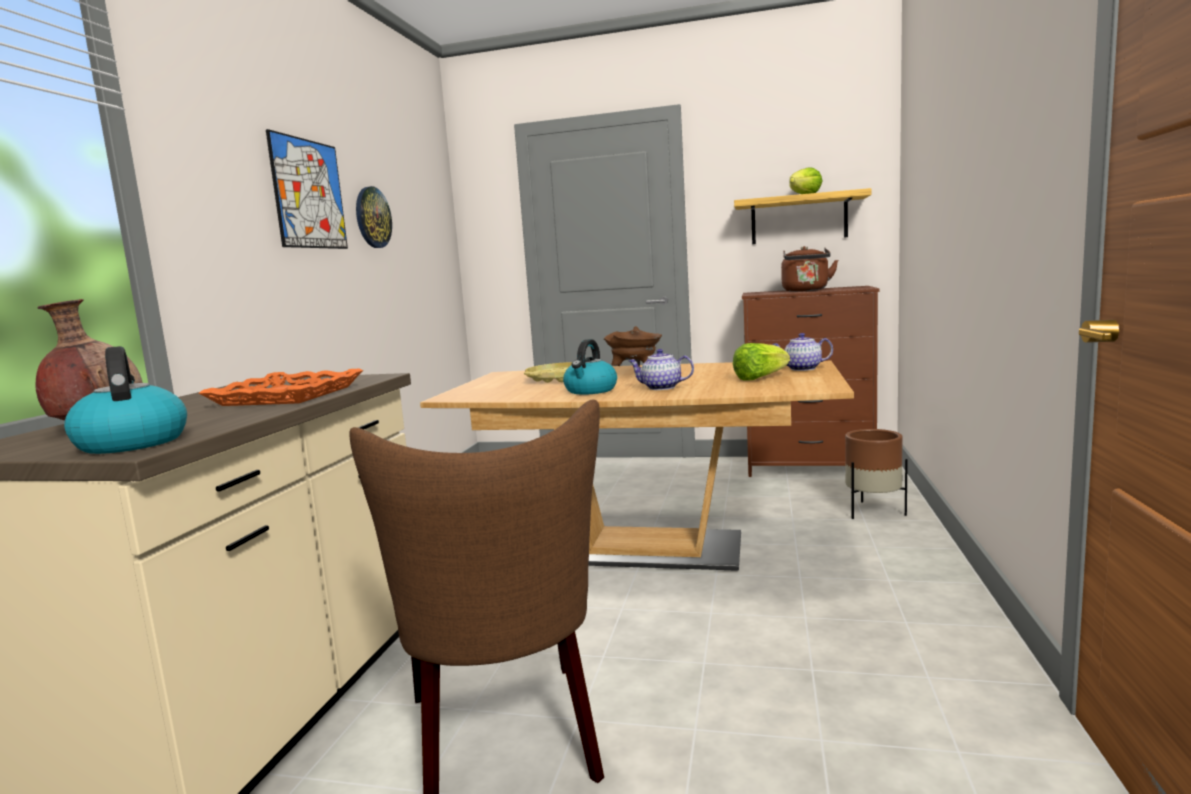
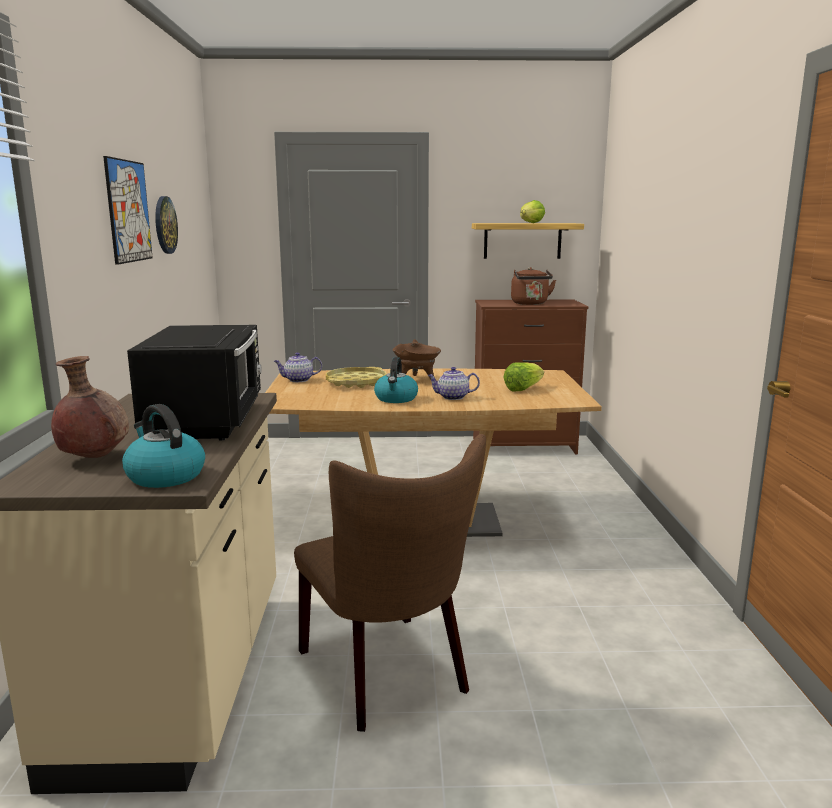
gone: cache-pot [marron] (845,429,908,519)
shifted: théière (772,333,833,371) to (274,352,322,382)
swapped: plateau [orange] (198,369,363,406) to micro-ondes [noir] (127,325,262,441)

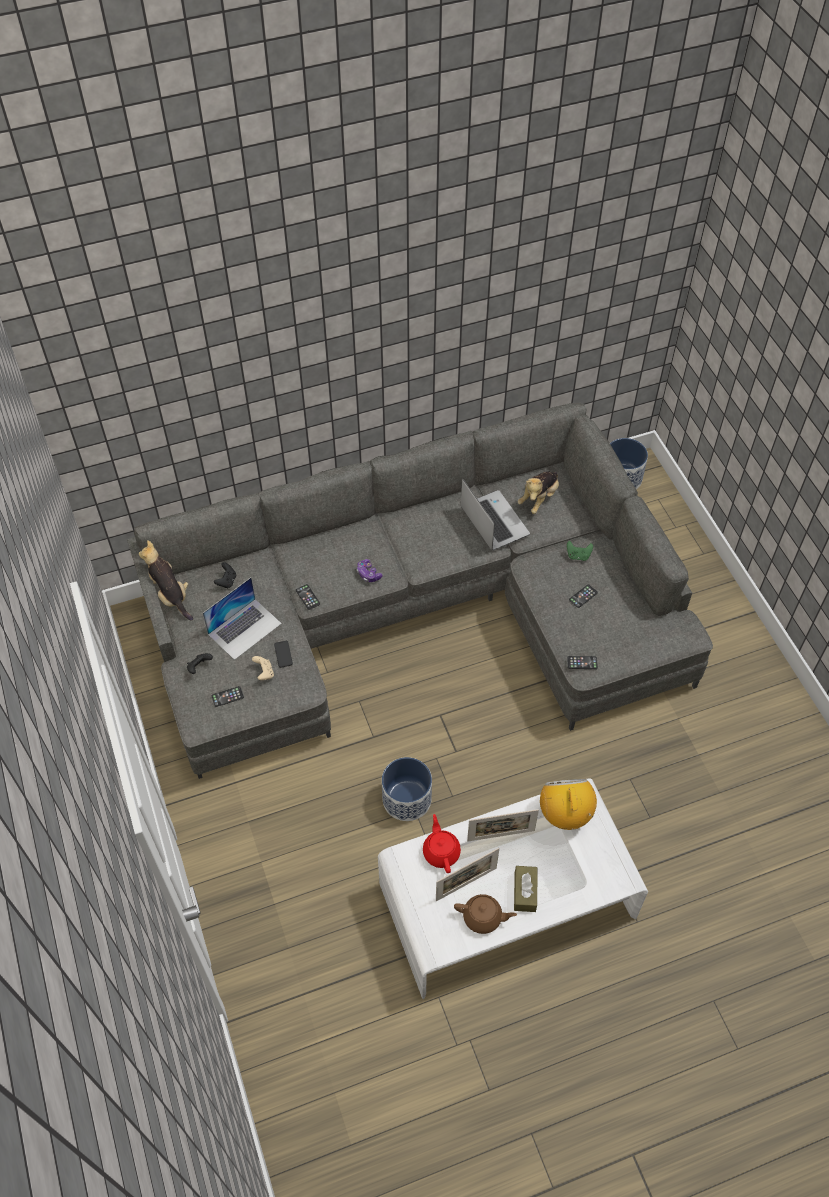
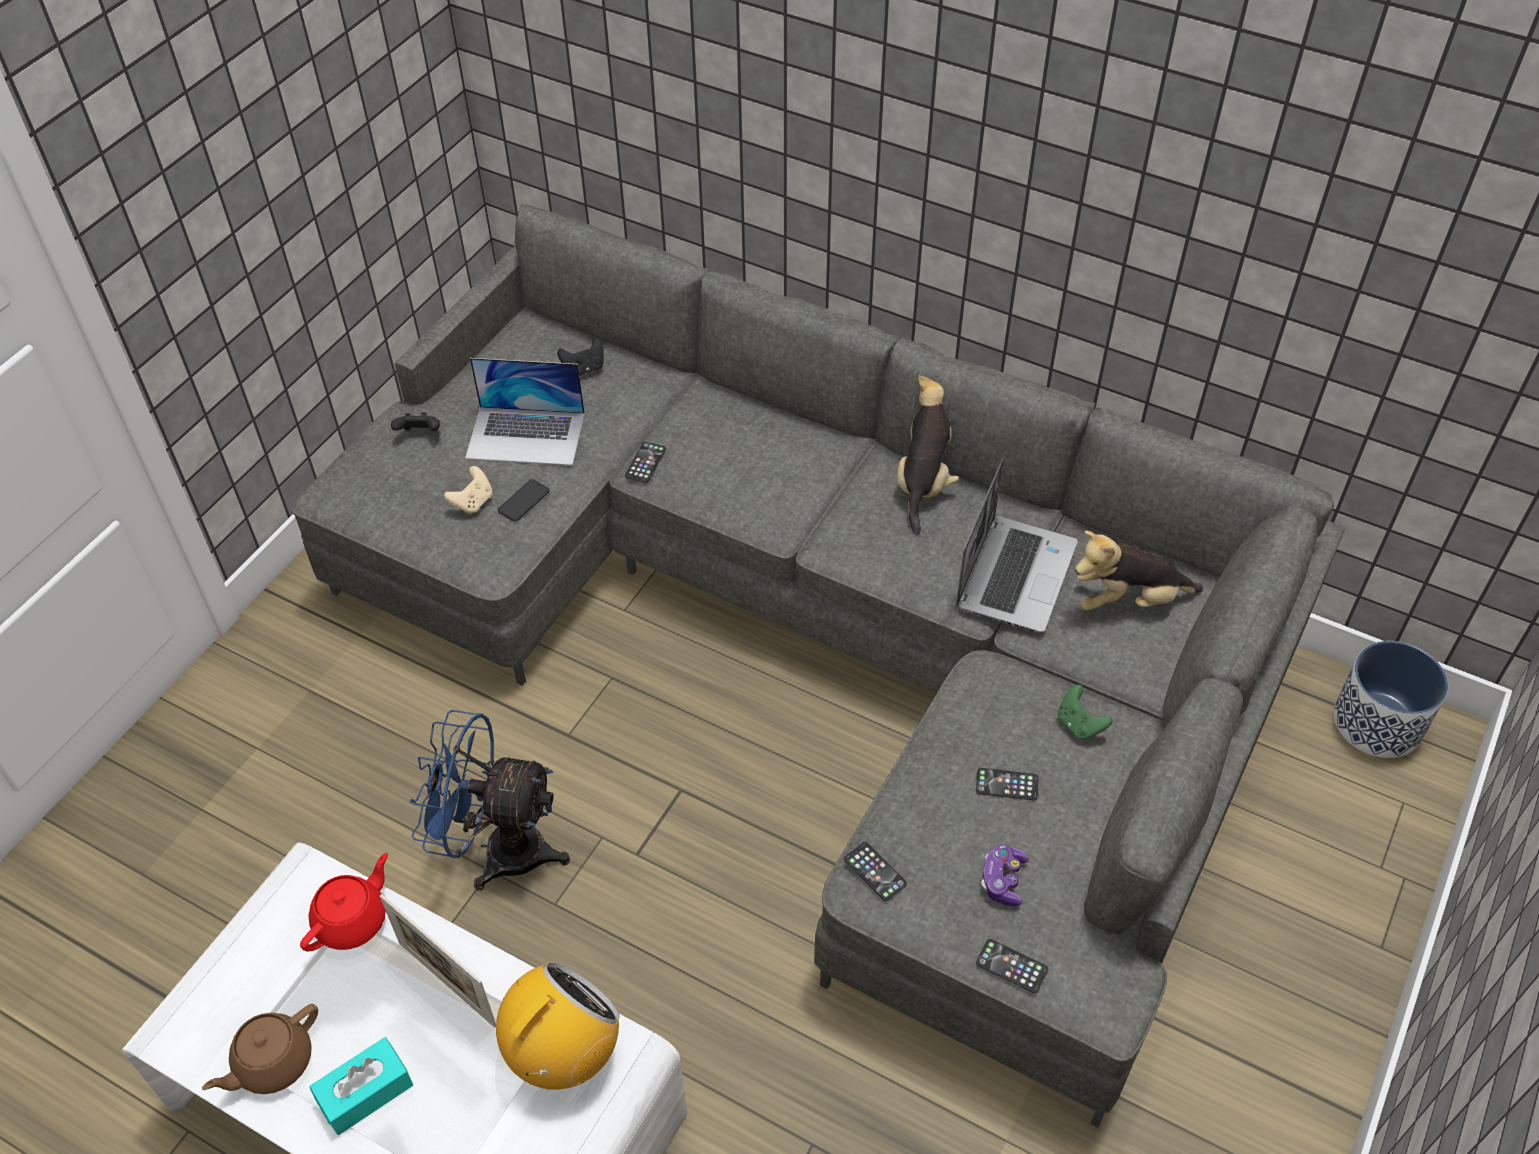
gone: cadre photo (436,848,499,901)
shifted: peluche (139,540,193,621) to (897,375,959,535); manette (357,559,383,582) to (981,844,1029,907); téléphone (211,686,244,707) to (976,939,1048,993)
swapped: cache-pot (382,757,432,821) to ventilateur [bleu] (409,710,570,891)
repainted: boîte à mouchoirs [marron] (514,866,537,912) to boîte à mouchoirs [turquoise] (310,1037,413,1135)
rotated: théière [marron] (454,894,517,934) = (202,1004,318,1094) 75 degrees clockwise

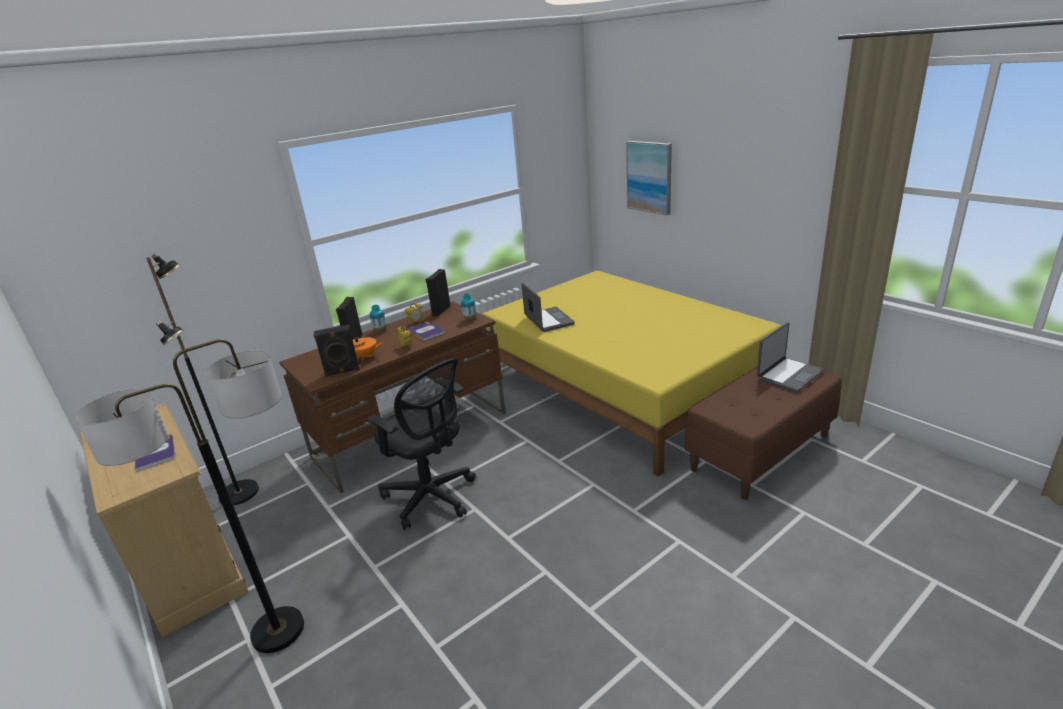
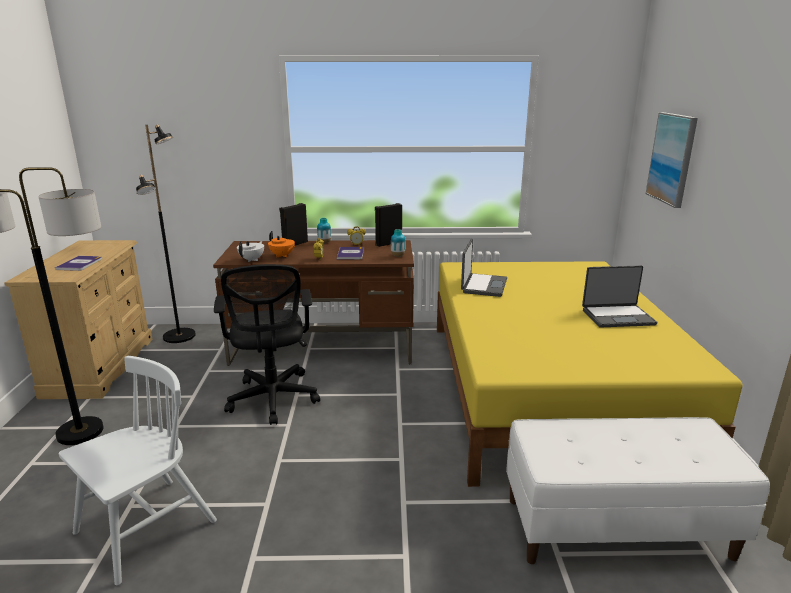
new: chaise [blanc] (59,356,217,585)
shifted: ordinateur portable (757,322,824,393) to (582,265,657,327)
swapped: enceinte [noir] (313,324,360,377) to théière [blanc] (237,241,264,262)
repainted: banc [marron] (685,367,842,500) to banc [blanc] (506,417,770,564)

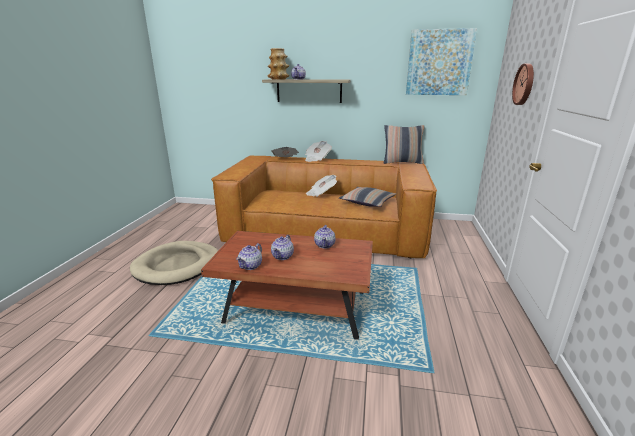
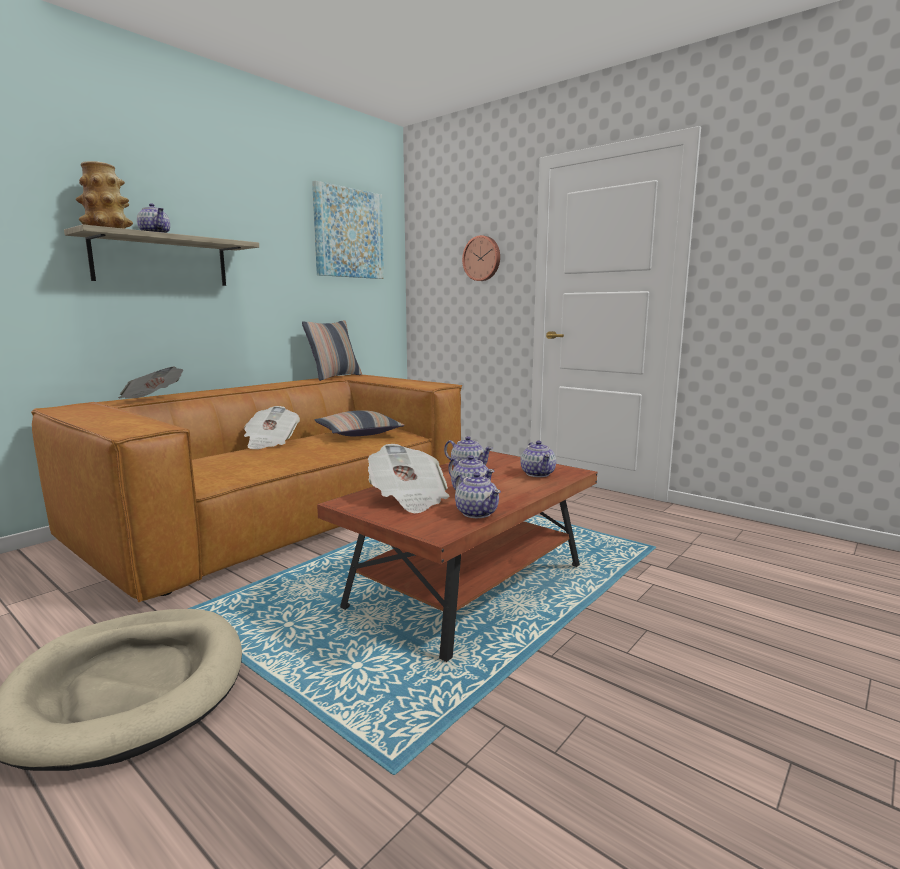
new: théière (520,441,556,477)
shifted: journal (305,141,332,162) to (368,444,450,514)

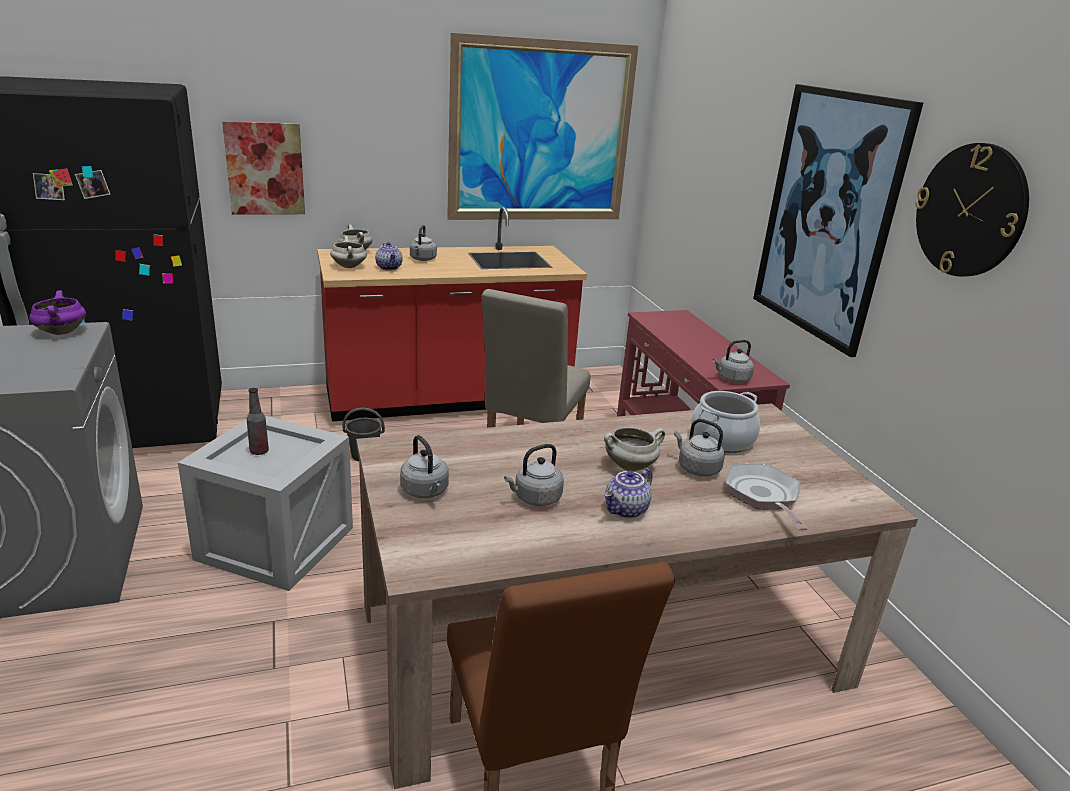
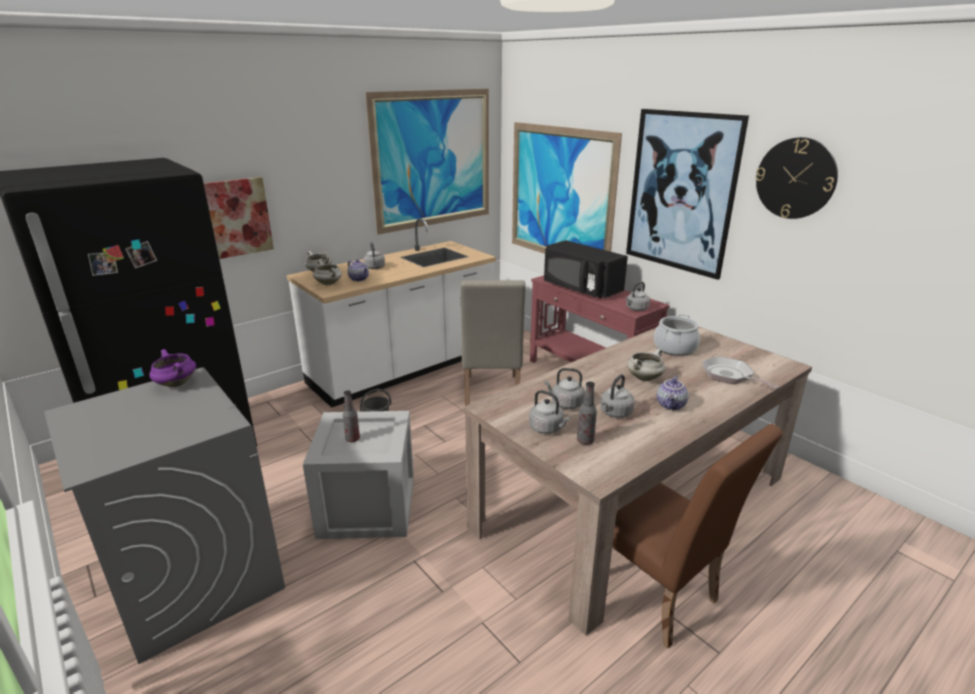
new: tableau (512,122,622,254); micro-ondes [noir] (544,240,628,298); bouteille (577,382,597,445)
shifted: bouilloire [gris] (674,419,725,477) to (544,368,585,409)
repainted: comptoir de cuisine [rouge] (317,207,587,422) to comptoir de cuisine [blanc] (287,218,496,408)

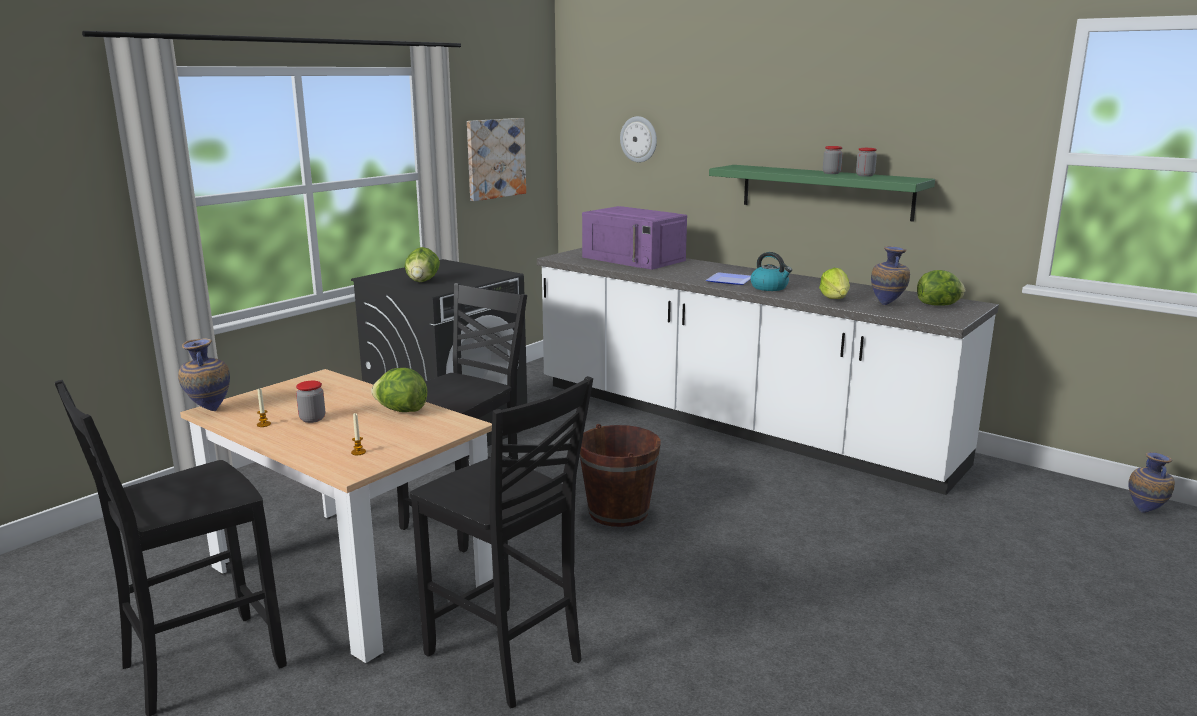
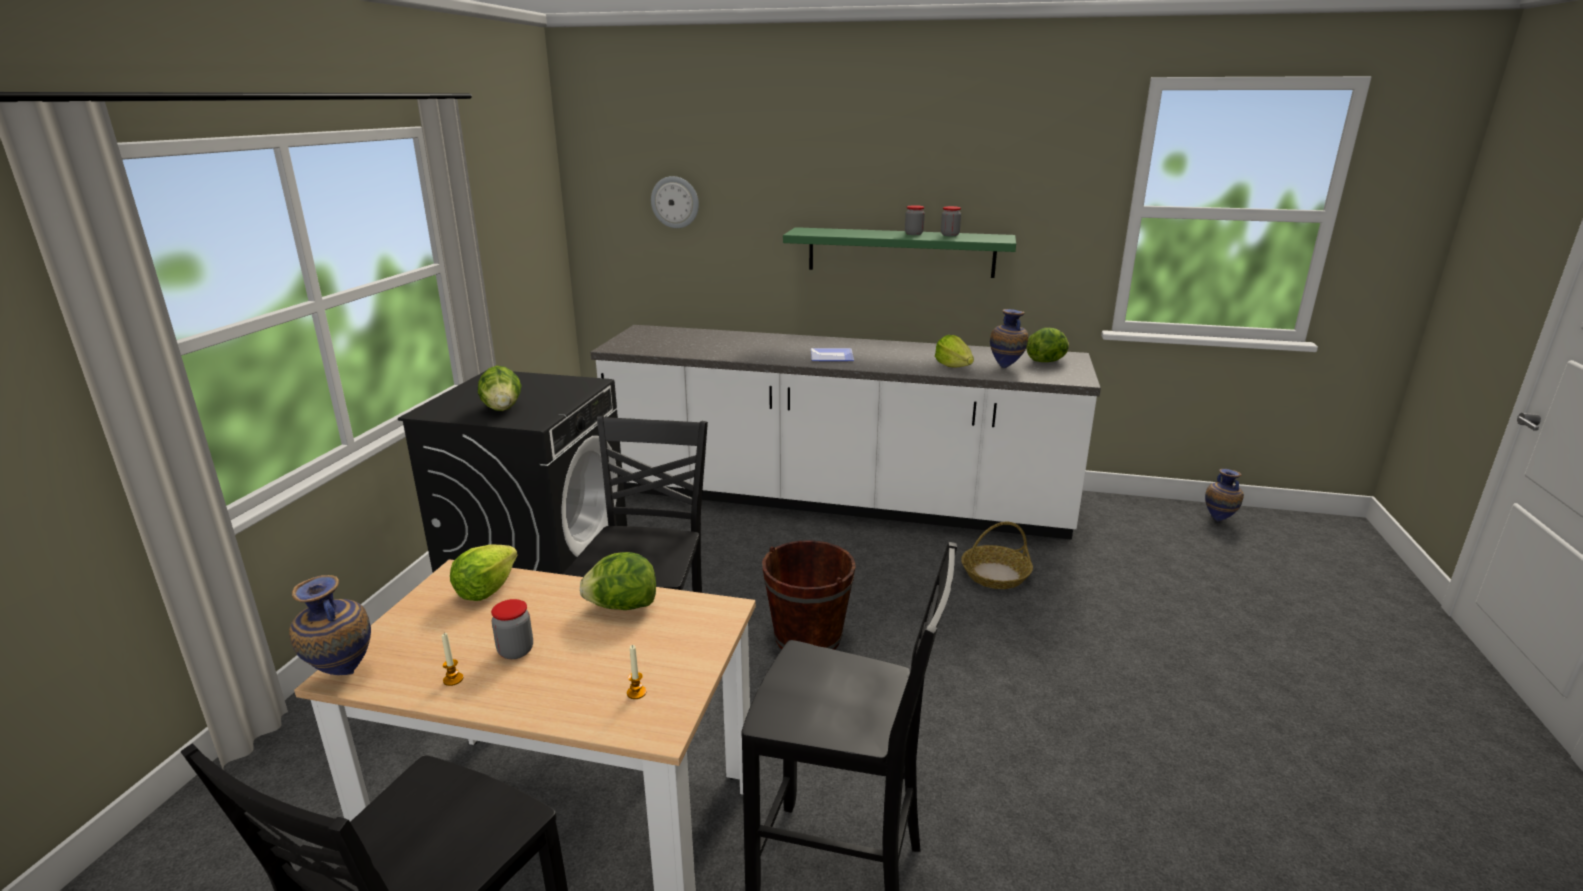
gone: tableau (467,118,526,201); micro-ondes [violet] (582,206,687,270); bouilloire (751,252,792,291)
new: panier (961,522,1033,589); laitue (450,544,517,601)

